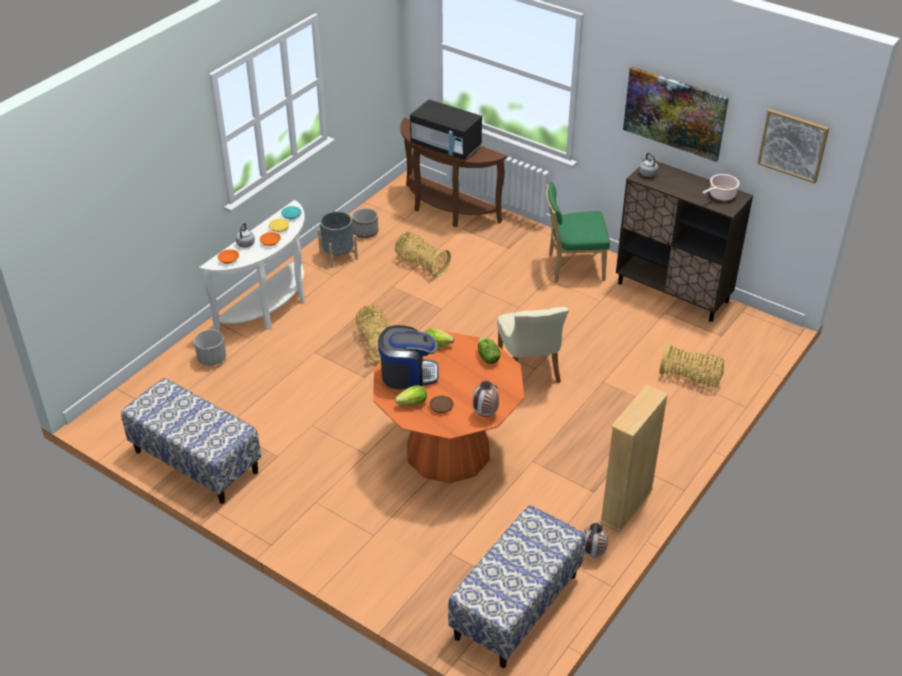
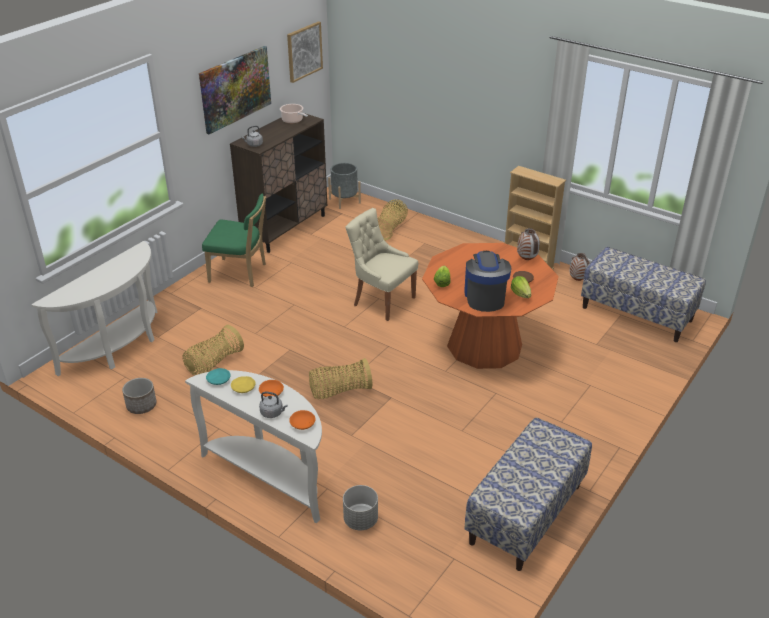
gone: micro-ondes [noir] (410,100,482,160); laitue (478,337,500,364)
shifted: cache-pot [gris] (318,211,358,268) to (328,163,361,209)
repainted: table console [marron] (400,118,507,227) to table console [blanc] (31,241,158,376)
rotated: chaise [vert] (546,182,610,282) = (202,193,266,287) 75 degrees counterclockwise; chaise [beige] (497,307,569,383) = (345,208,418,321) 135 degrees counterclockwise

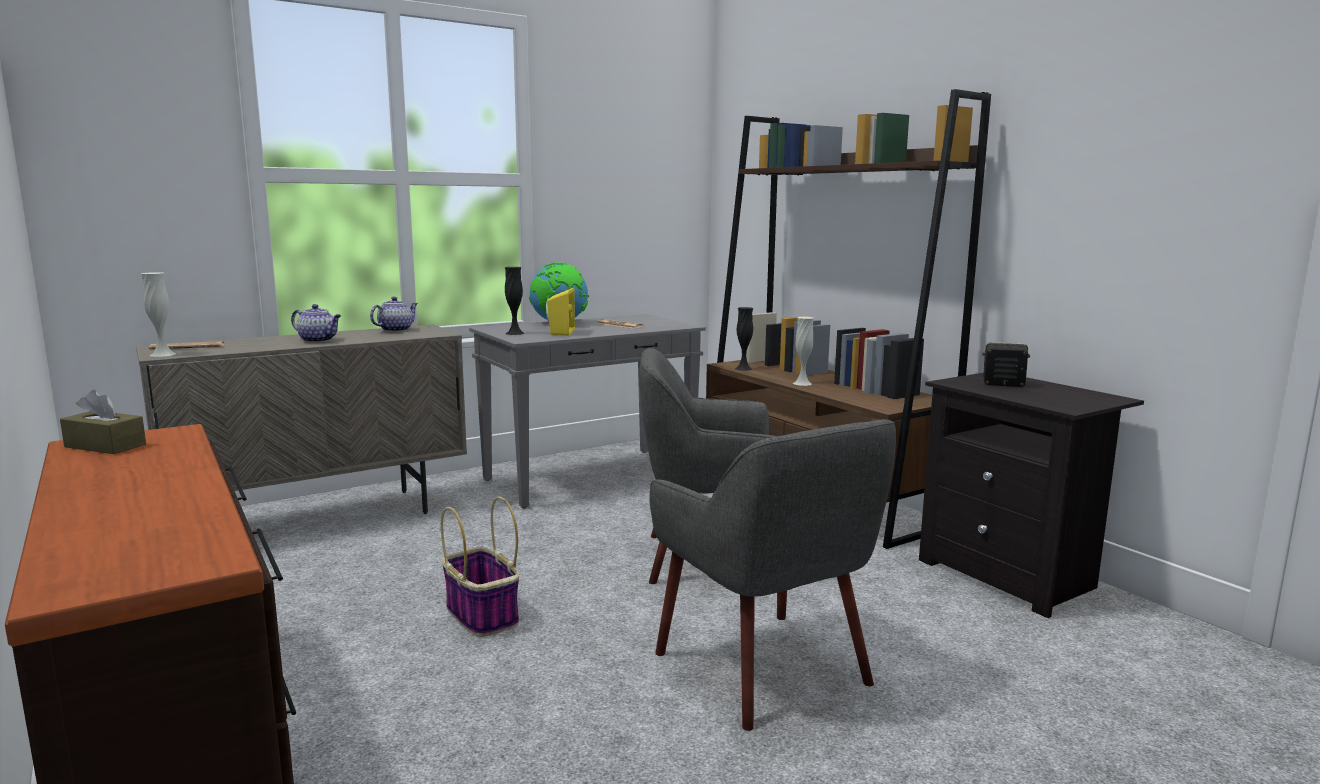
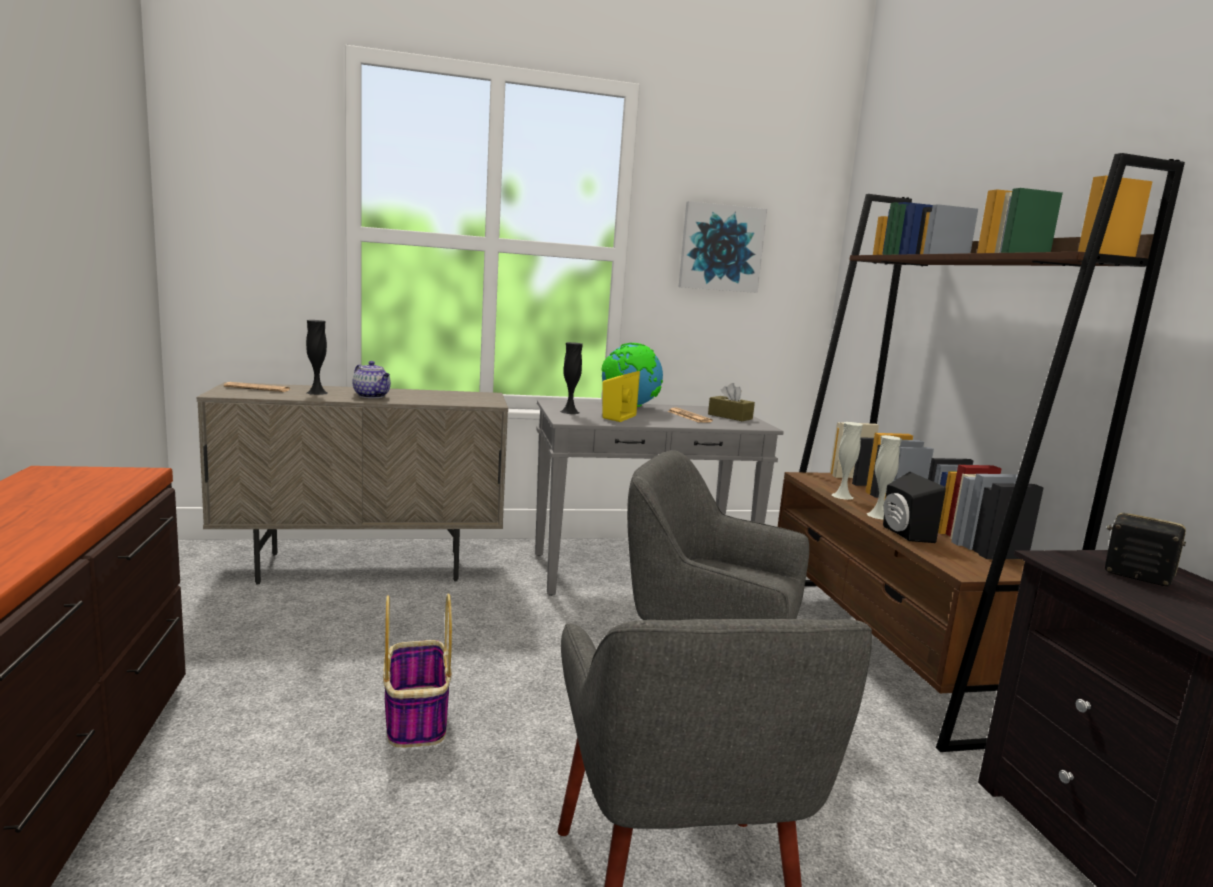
gone: théière (370,297,418,332)
new: tableau (679,201,767,293); enceinte [noir] (883,472,946,543)
shifted: vase [blanc] (141,272,176,357) to (832,422,863,500); vase [noir] (735,307,753,371) to (306,320,328,395); boîte à mouchoirs [marron] (60,390,146,454) to (708,383,755,421)

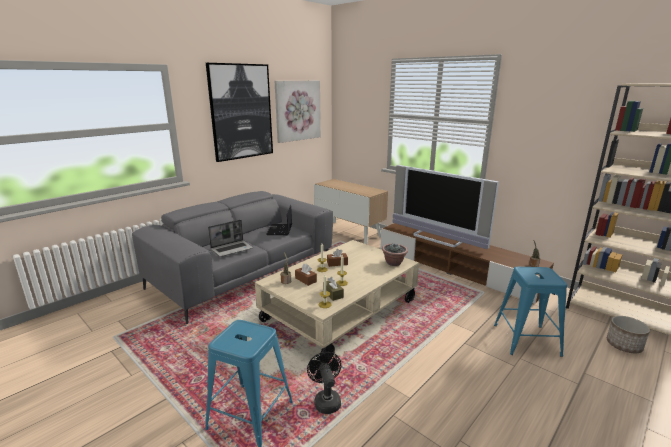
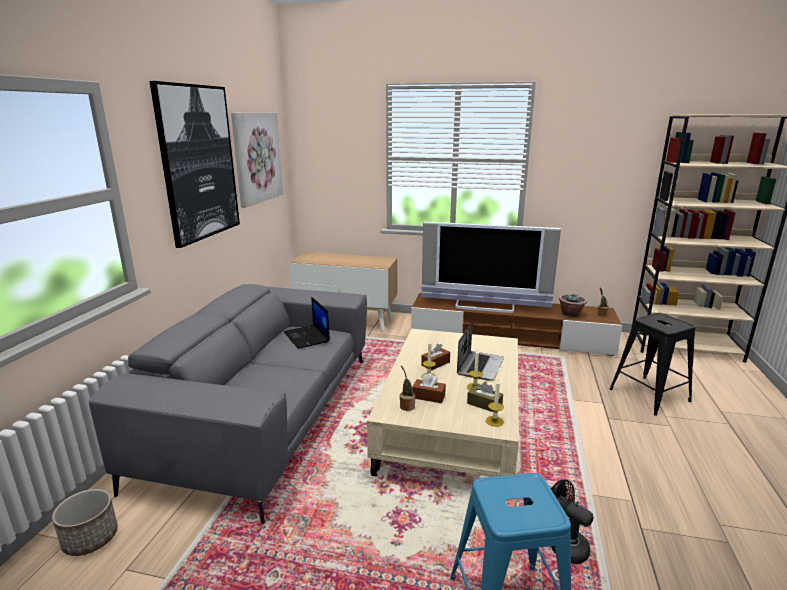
shifted: ordinateur portable (208,220,253,257) to (457,322,504,380); plante en pot (382,243,408,266) to (559,293,587,317); cache-pot (607,316,650,353) to (52,489,118,556)
repainted: tabouret [bleu] (494,267,567,357) to tabouret [noir] (610,313,696,416)

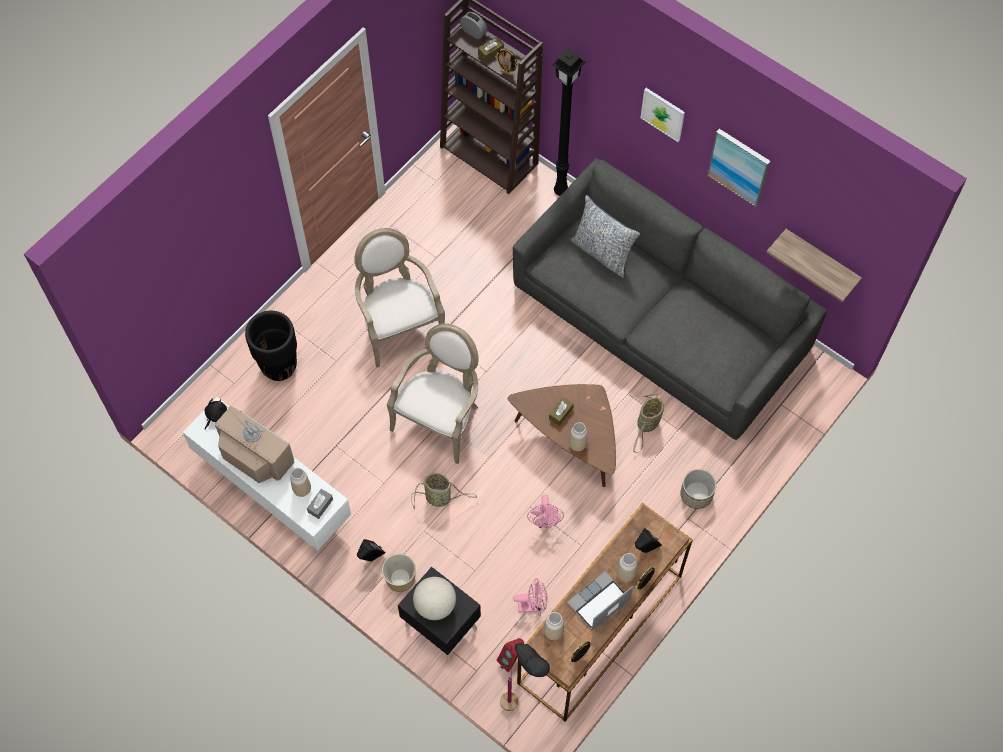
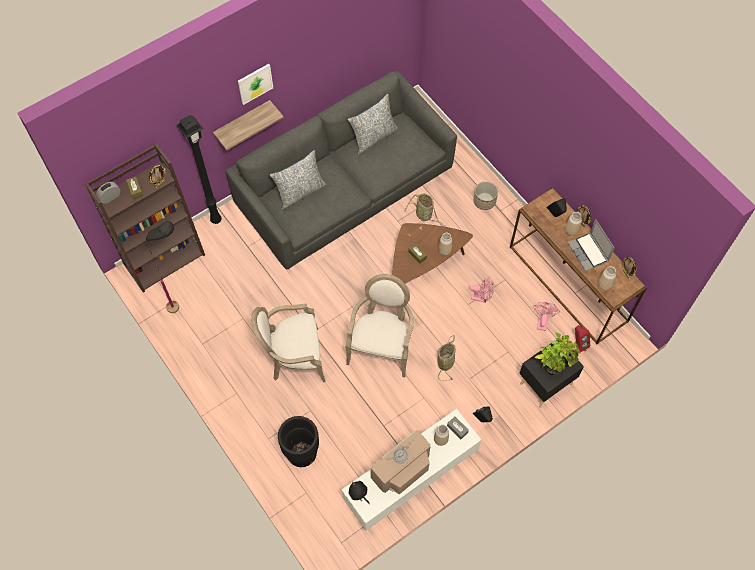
gone: tableau (707,129,770,207); cache-pot (382,553,416,592)
new: coussin (348,94,398,154)
shifted: étagère (766,229,862,302) to (213,100,284,151); lampadaire [noir] (500,643,550,711) to (146,221,179,313)
swapped: globe (413,577,456,620) to plante en pot (535,332,581,375)
rotated: fauteuil (387,324,479,464) = (345,274,414,377) 60 degrees clockwise

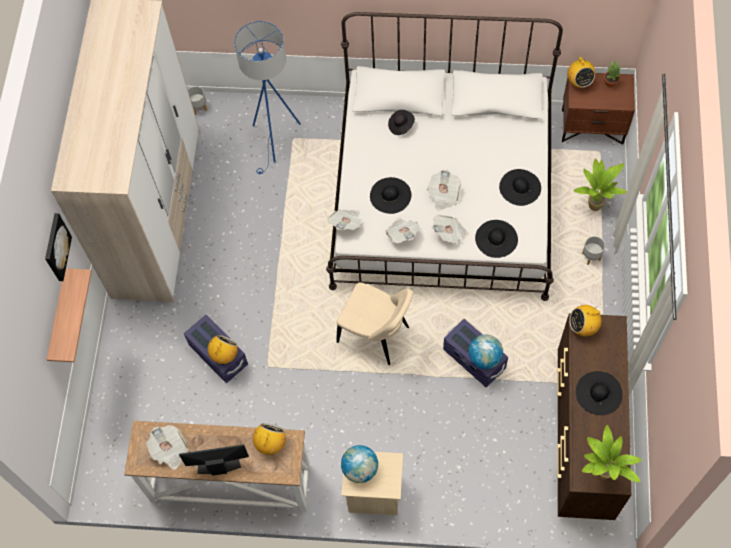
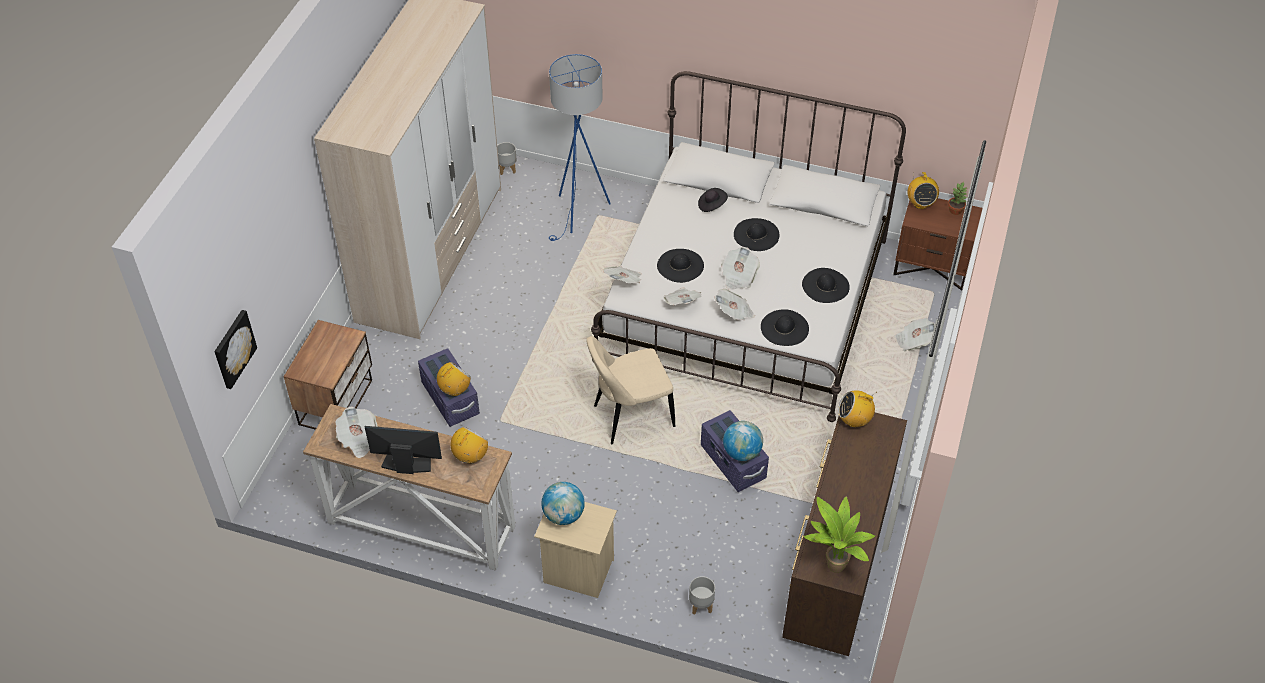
gone: étagère (46,268,92,362)
new: table de chevet (283,320,372,430)
shifted: tableau (45,213,72,281) to (214,310,257,389); cache-pot [gris] (582,236,605,265) to (689,576,715,615); chapeau [noir] (576,371,622,415) to (734,218,779,251)
swapped: plante en pot (574,158,627,211) to journal (894,318,935,352)
rotated: chaise [beige] (337,283,413,365) = (586,336,675,445) 120 degrees clockwise

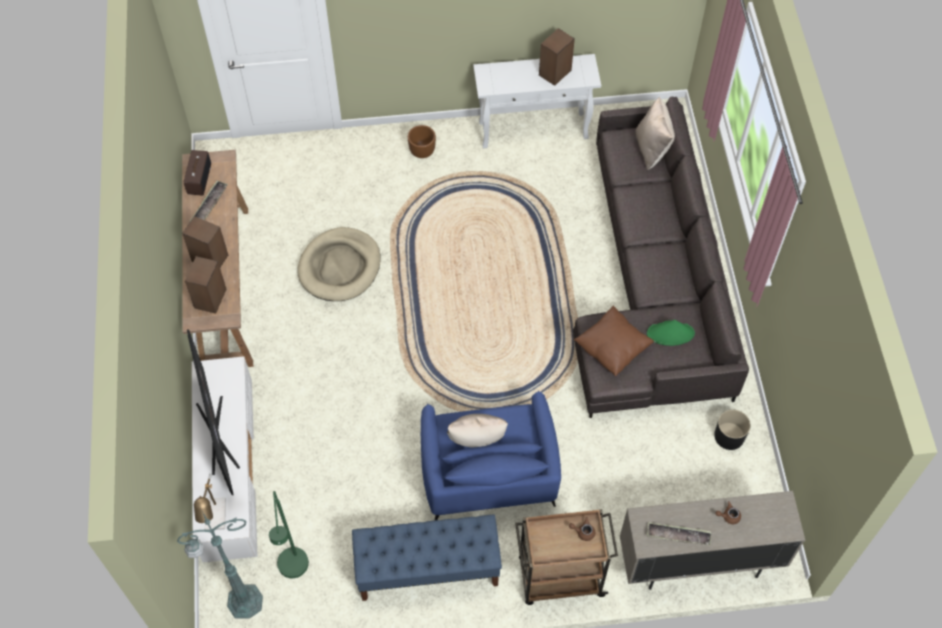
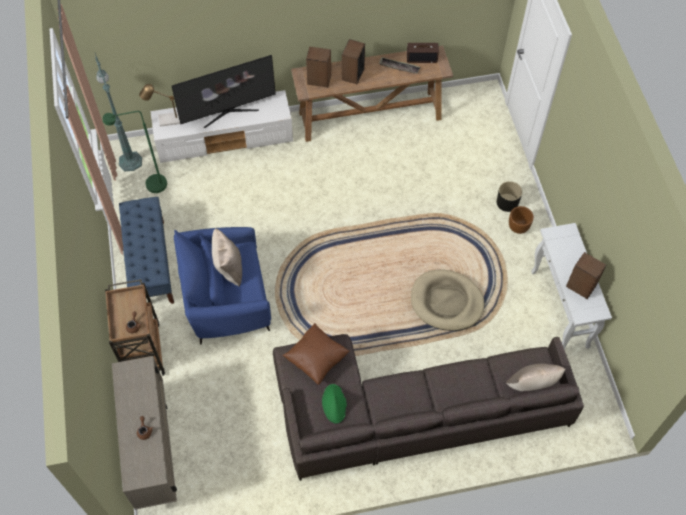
gone: plateau (647,522,711,545)
shifted: panier pour chien [beige] (297,227,380,301) to (411,269,485,331); cache-pot [noir] (714,410,751,450) to (497,181,522,212)

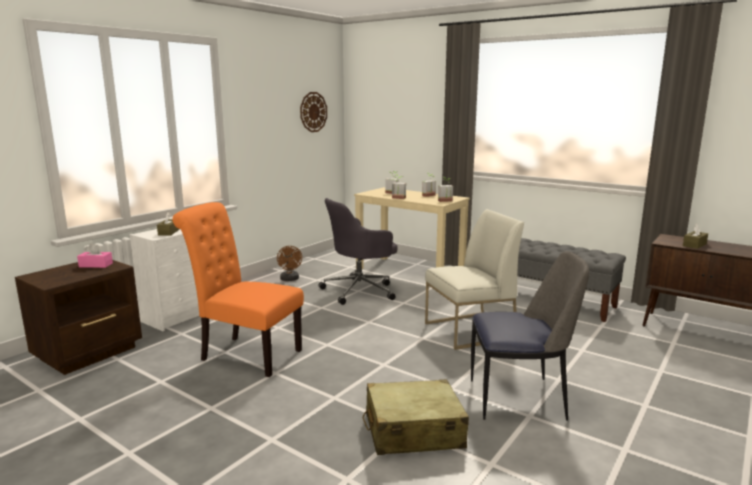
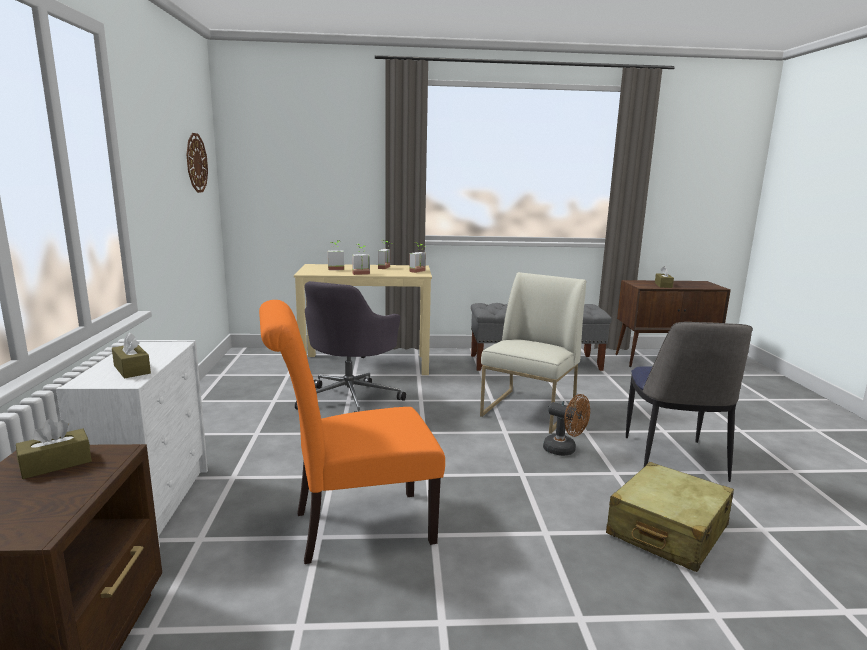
shifted: ventilateur [marron] (277,246,302,281) to (543,394,590,456)
repainted: boîte à mouchoirs [rose] (77,243,113,268) to boîte à mouchoirs [marron] (16,419,92,479)
rotated: chaise (471,251,589,421) = (626,322,753,482) 135 degrees clockwise

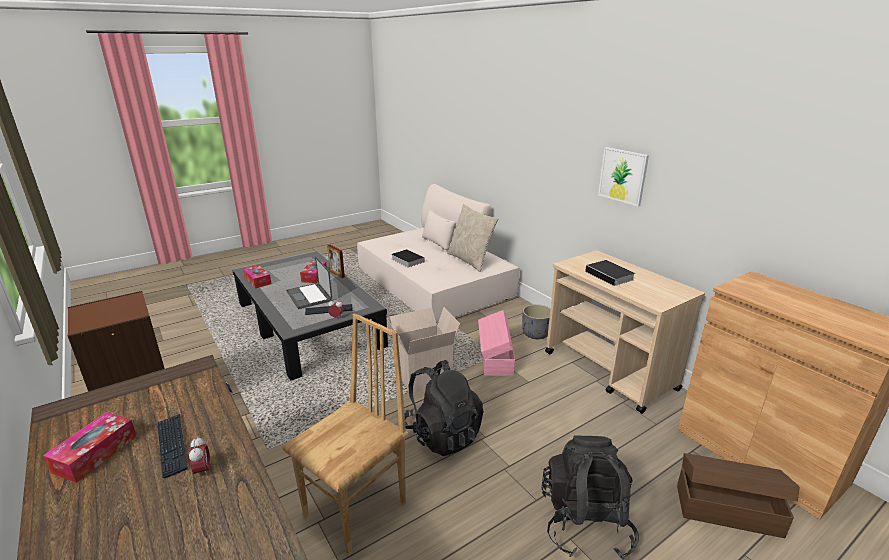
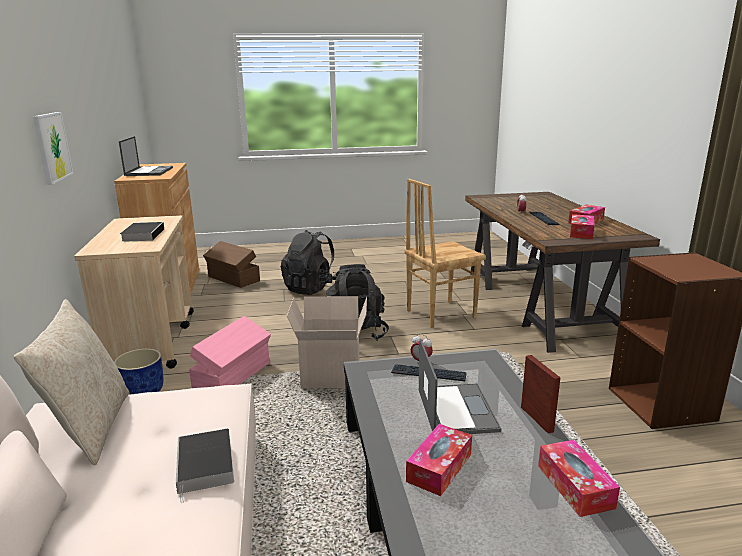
new: ordinateur portable (119,136,173,176); boîte à mouchoirs (570,214,595,239)
shifted: cadre photo (327,245,345,278) to (521,355,560,434)
repainted: cache-pot [gris] (522,304,550,339) to cache-pot [bleu] (114,348,163,395)

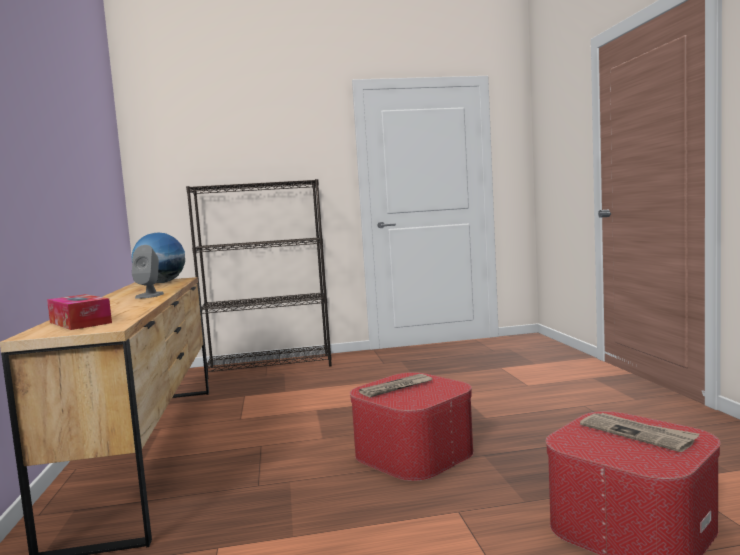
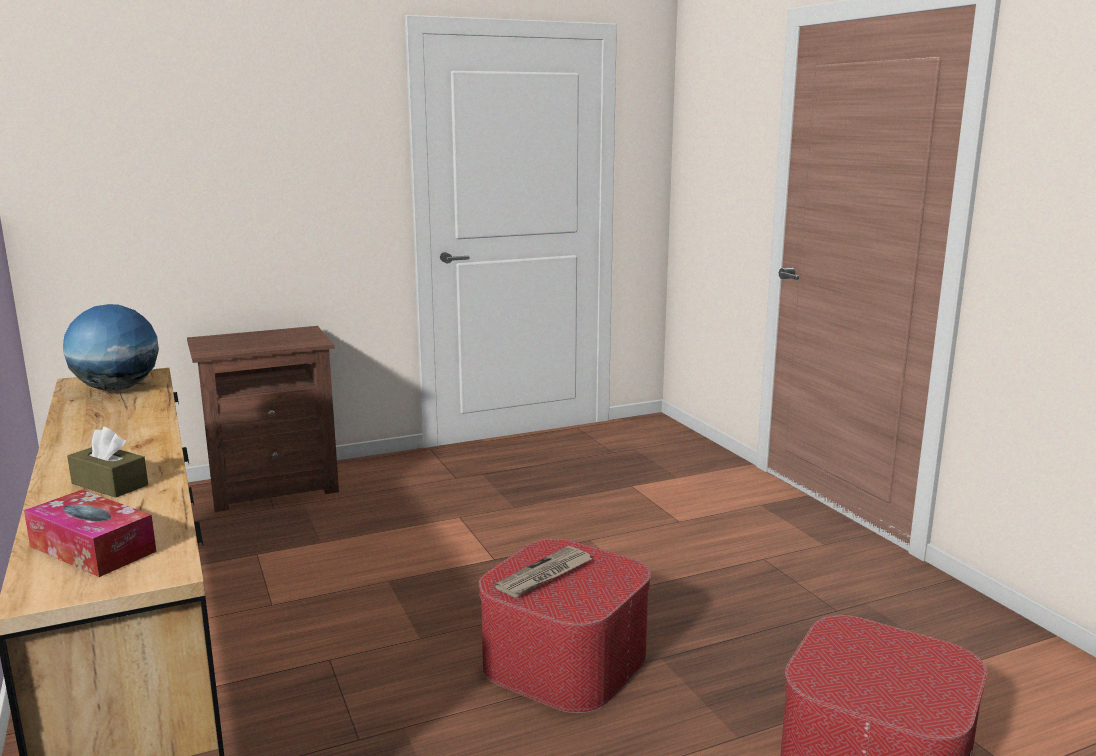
gone: enceinte [gris] (132,245,164,299); journal (580,413,700,452)
new: boîte à mouchoirs [marron] (67,427,148,498)
swapped: bibliothèque [noir] (186,179,332,379) to table de chevet [marron] (187,326,339,512)

